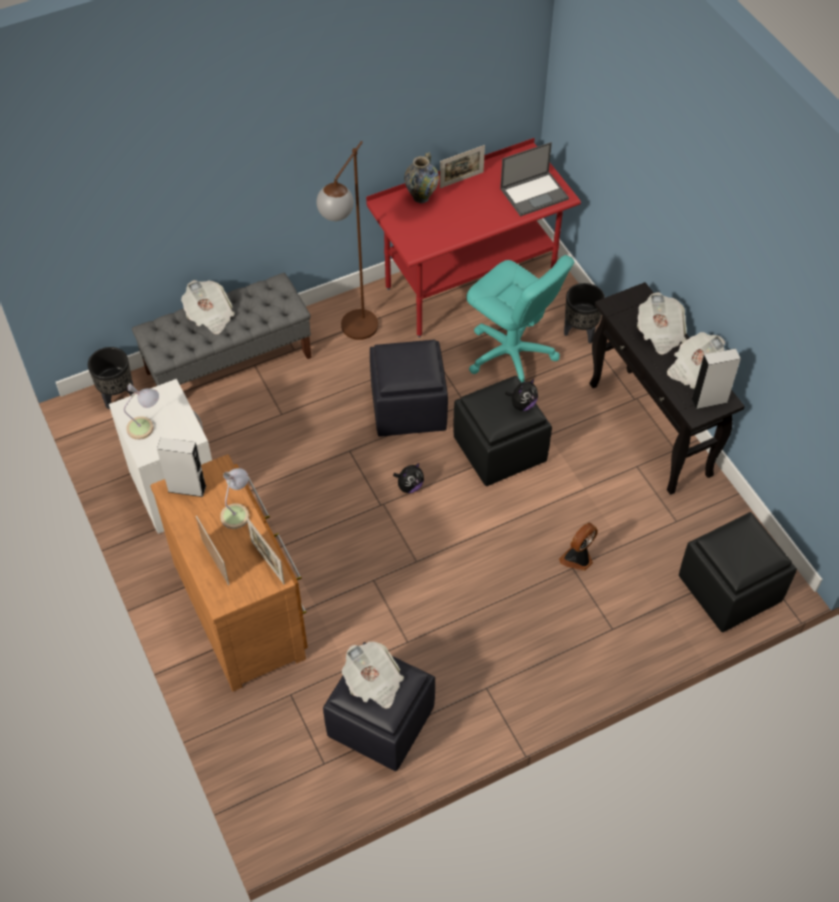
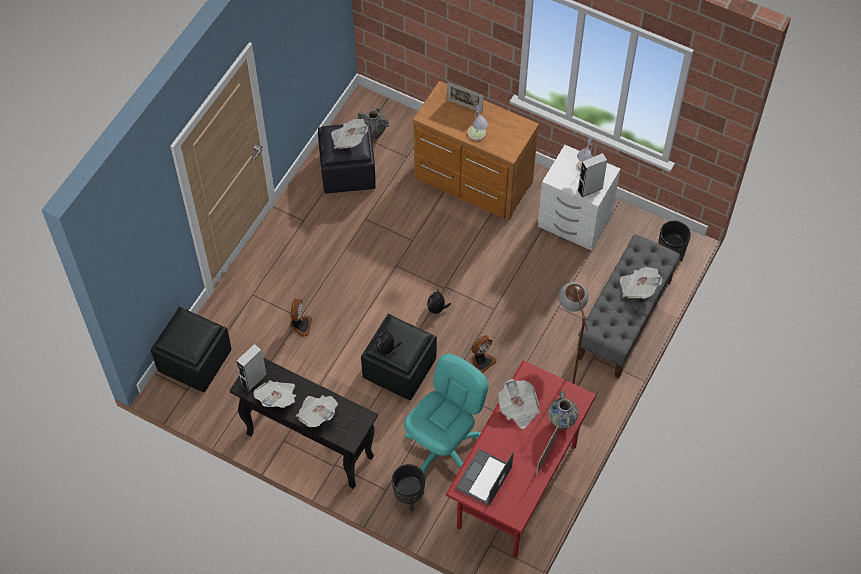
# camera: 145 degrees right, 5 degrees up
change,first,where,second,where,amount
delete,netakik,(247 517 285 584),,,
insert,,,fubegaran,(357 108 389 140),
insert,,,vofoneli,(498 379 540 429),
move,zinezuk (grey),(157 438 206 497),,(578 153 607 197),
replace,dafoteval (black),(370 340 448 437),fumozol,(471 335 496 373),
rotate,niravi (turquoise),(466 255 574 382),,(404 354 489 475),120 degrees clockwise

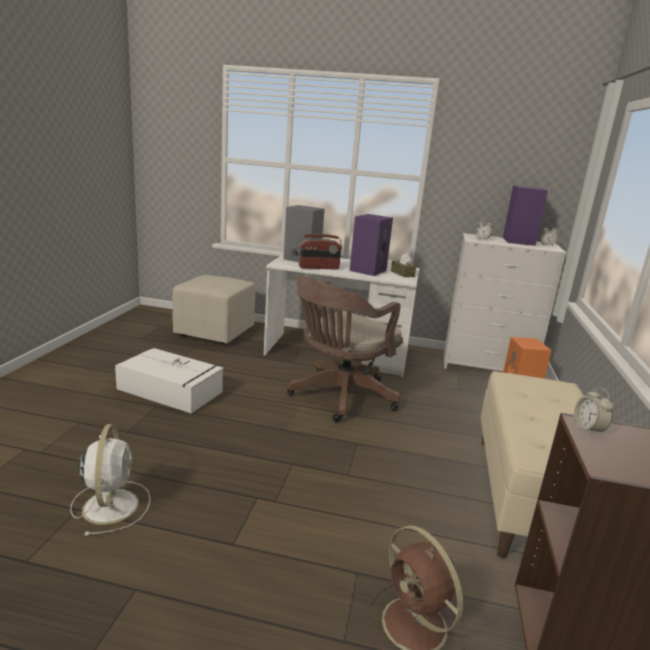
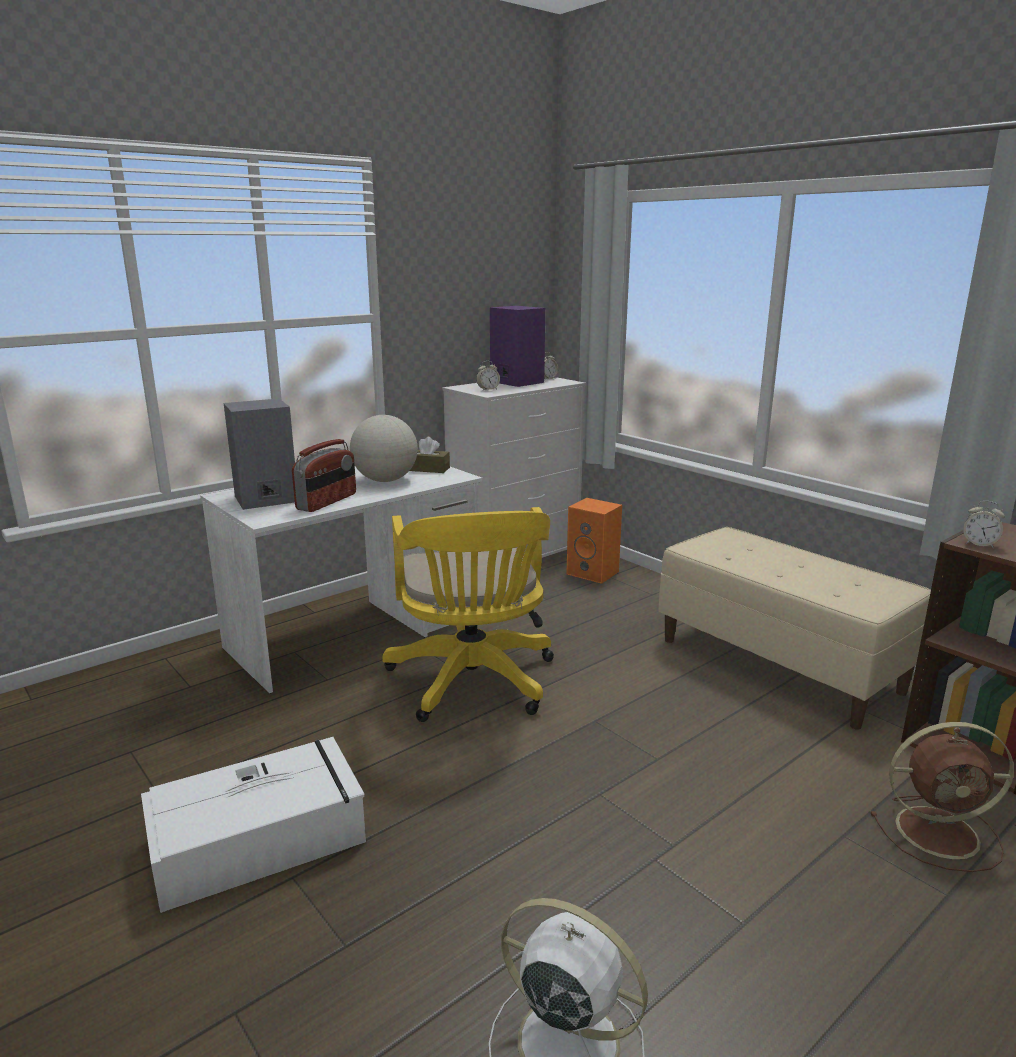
# camera: 50 degrees left, 0 degrees up
change,first,where,second,where,amount
delete,dafoteval (beige),(173 275 255 344),,,
replace,zinezuk (purple),(350 214 393 276),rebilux,(350 415 418 482),
recolor,niravi (brown),(287 276 403 422),niravi (yellow),(382 507 554 722),

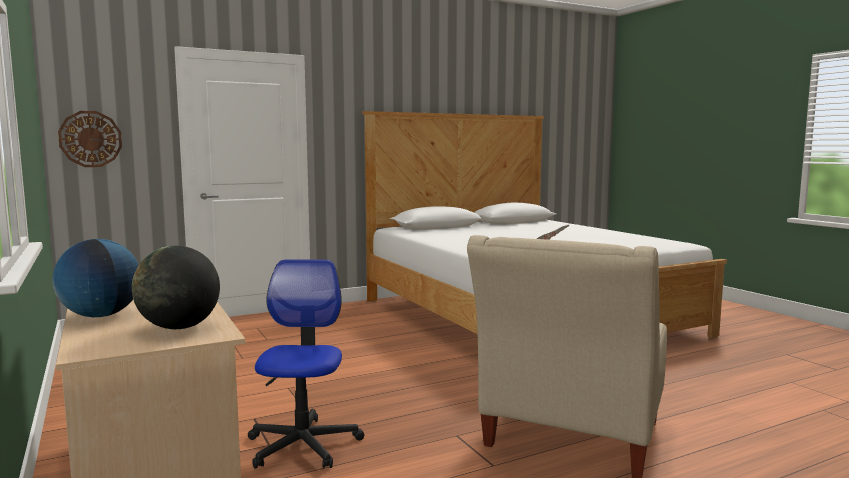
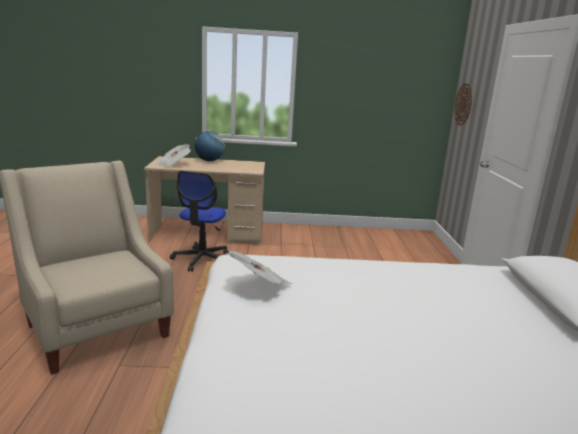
# camera: 115 degrees right, 10 degrees up
change,first,where,second,where,amount
replace,rebilux,(132 246 220 329),vofoneli,(156 144 191 166),
rotate,niravi,(248 260 364 469),,(170 171 228 272),75 degrees clockwise

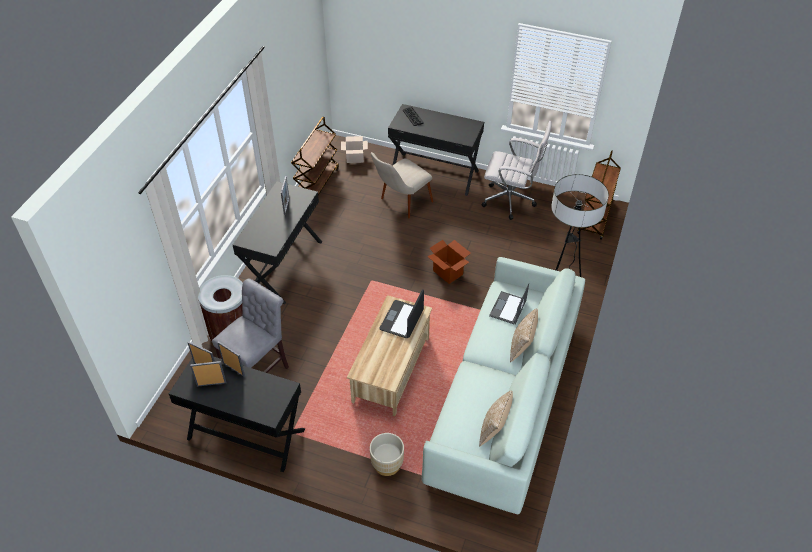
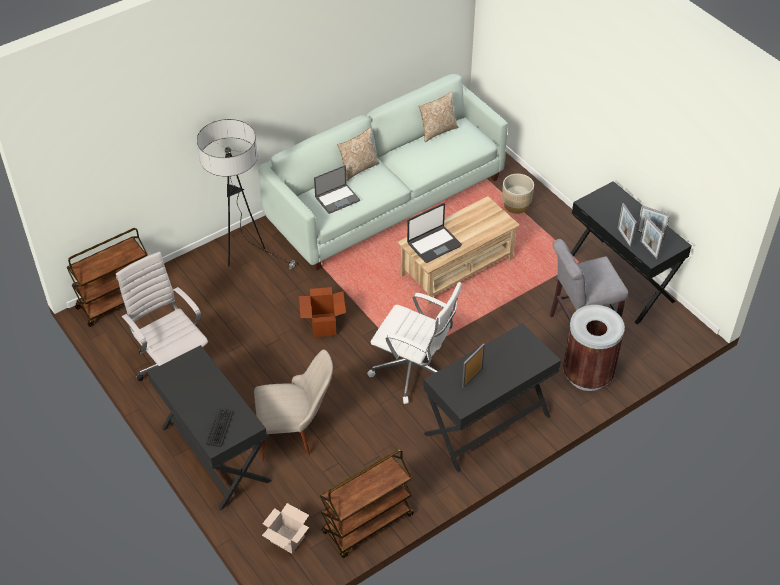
# camera: 145 degrees left, 0 degrees up
change,first,where,second,where,amount
insert,,,niravi (white),(367 282 462 404),

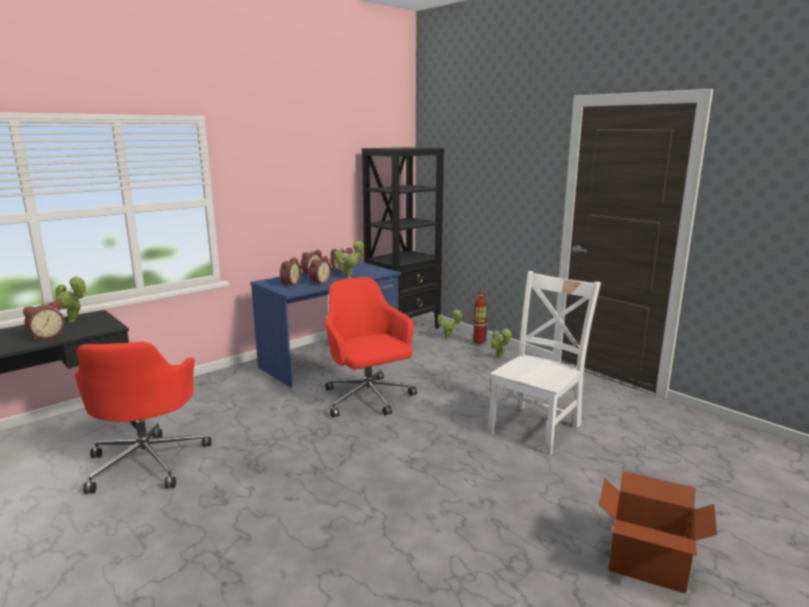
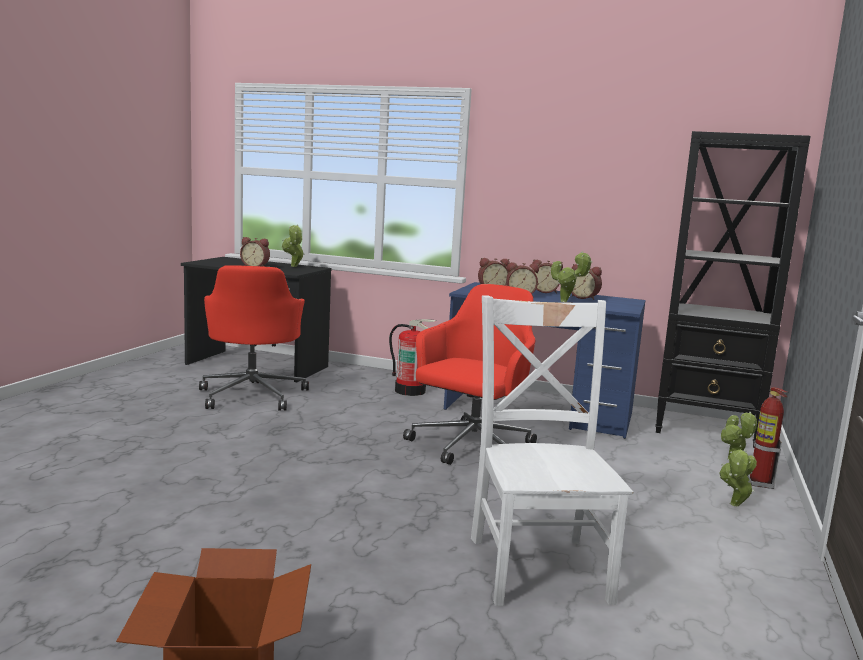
# camera: 60 degrees right, 5 degrees down
change,first,where,second,where,amount
insert,,,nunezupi,(389 319 436 396),
rotate,niravi (red),(75 341 211 494),,(199 265 309 411),60 degrees counterclockwise
rotate,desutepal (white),(488 271 601 456),,(471 295 633 606),105 degrees counterclockwise

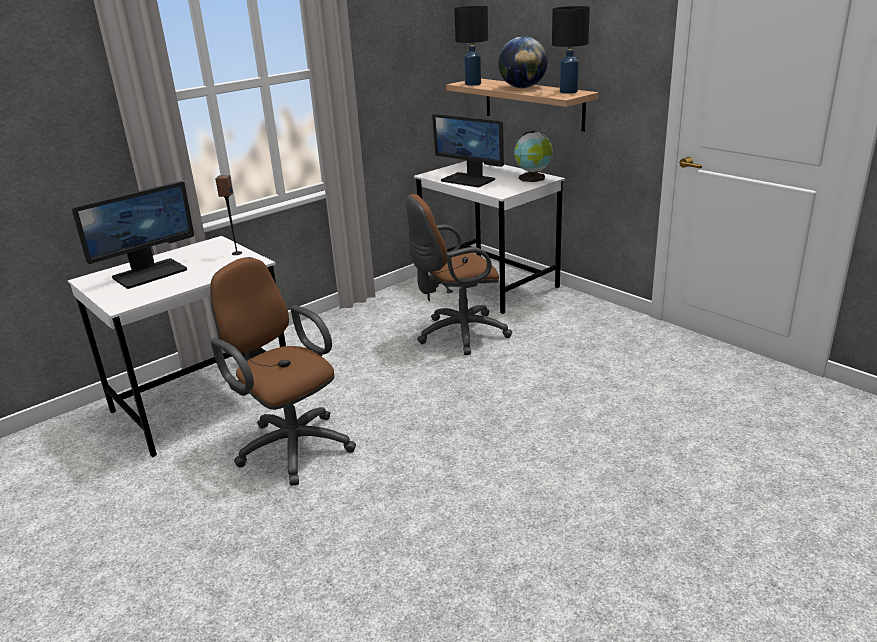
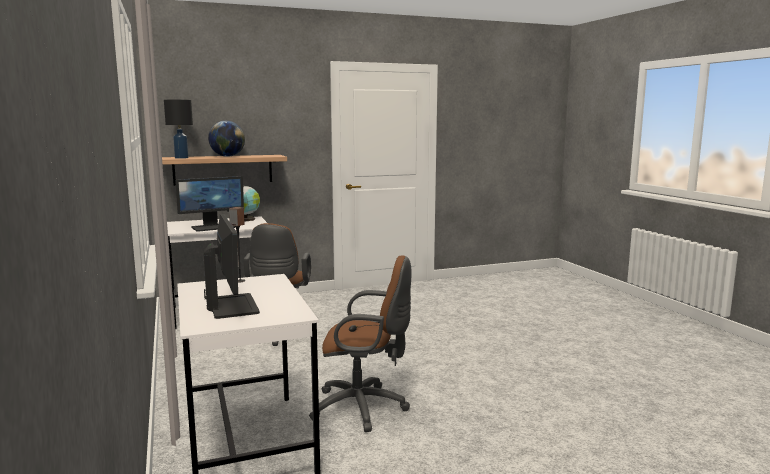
# camera: 70 degrees left, 15 degrees down
change,first,where,second,where,amount
delete,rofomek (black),(552 6 590 94),,,
rotate,niravi (brown),(210 257 356 486),,(309 255 411 432),150 degrees counterclockwise

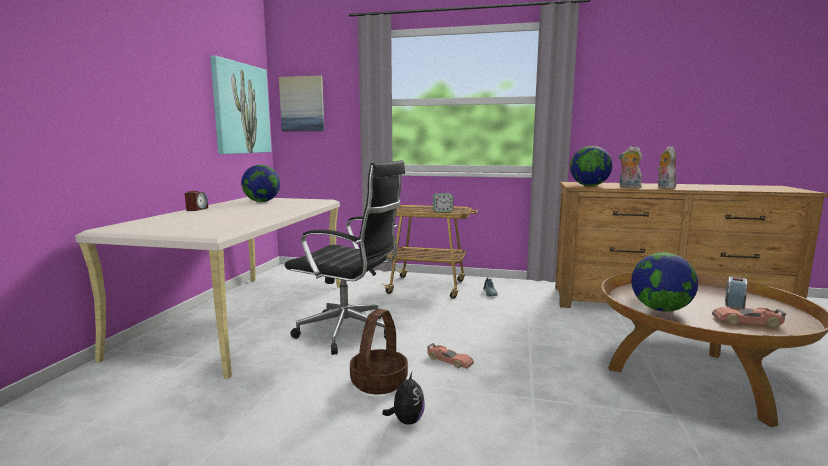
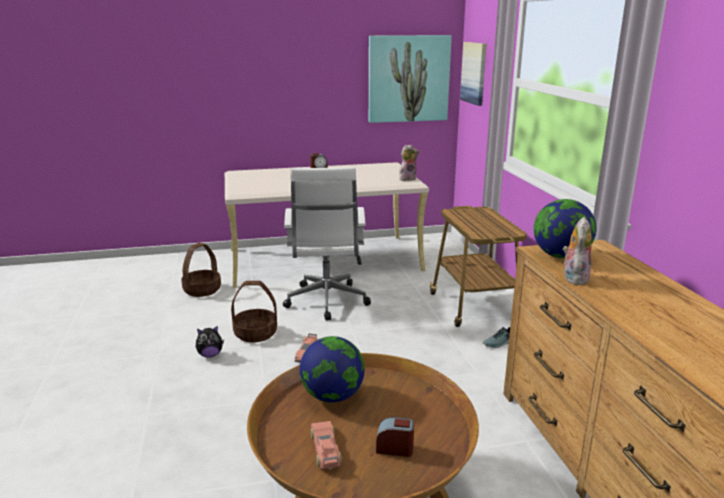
# camera: 65 degrees right, 10 degrees up
change,first,where,second,where,amount
delete,rebilux,(241 165 280 202),,,
delete,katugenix,(433 193 453 212),,,
insert,,,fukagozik,(181 243 221 297),
move,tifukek,(657 146 677 189),,(399 145 419 181),
recolor,niravi (black),(285 160 405 355),niravi (white),(283 167 371 321),

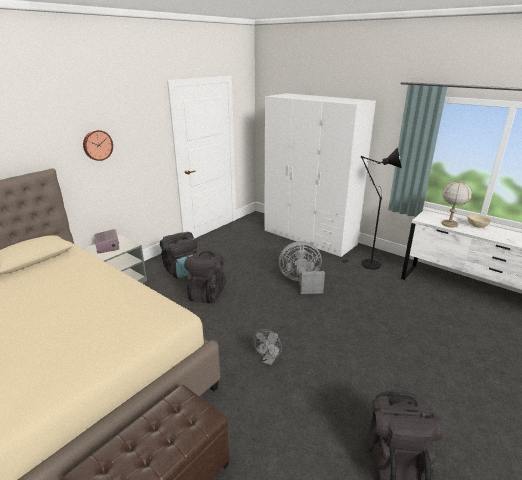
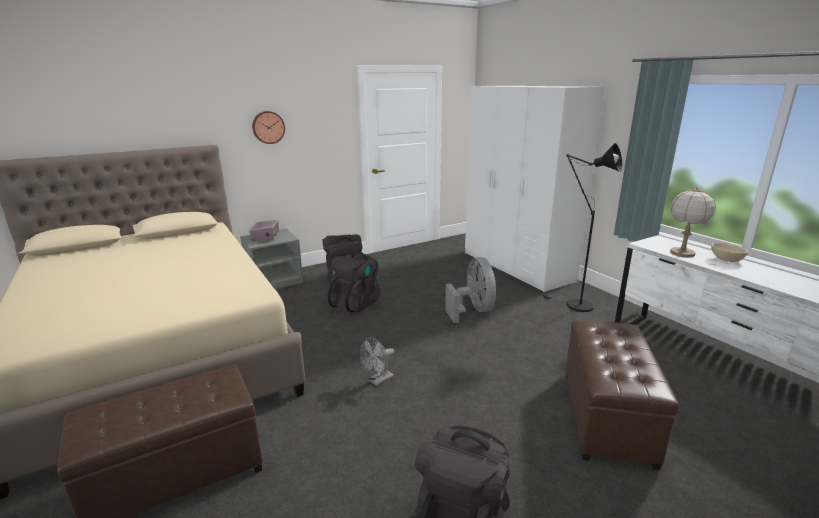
# camera: 20 degrees right, 5 degrees down
change,first,where,second,where,amount
insert,,,dafoteval (brown),(565 320 679 470),
rotate,fumozol (grey),(279 241 325 294),,(445 257 496 323),60 degrees clockwise

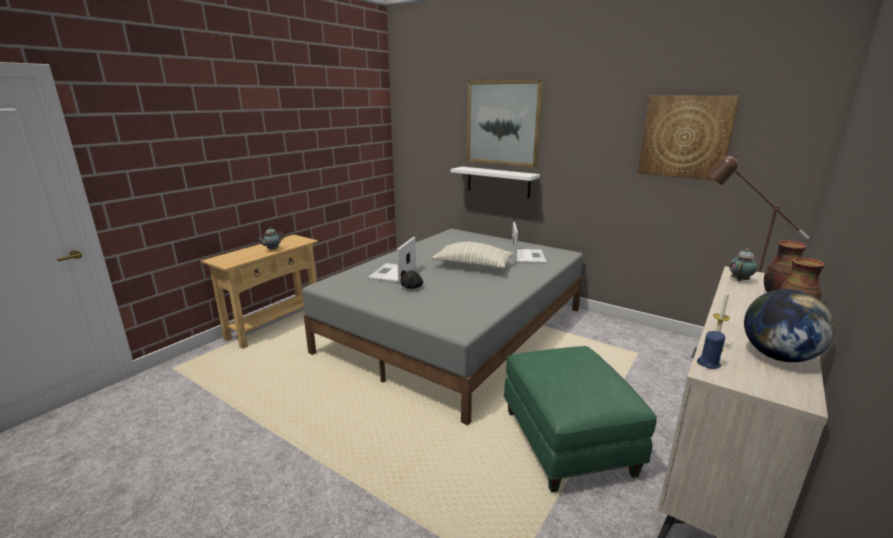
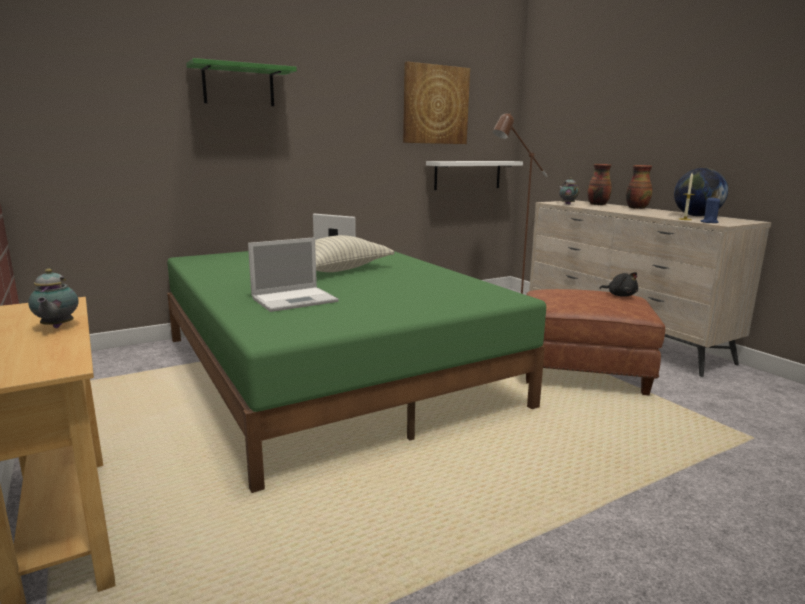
# camera: 65 degrees left, 5 degrees down
change,first,where,second,where,amount
move,tifukek (black),(400 270 423 289),,(599 272 638 297),
move,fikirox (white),(451 167 540 198),,(426 161 523 190),
replace,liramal,(467 80 543 167),fikirox (green),(186 58 297 106),
recolor,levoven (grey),(302 229 583 425),levoven (green),(167 251 546 493),
recolor,dafoteval (green),(503 346 657 493),dafoteval (brown),(526 289 666 395),
rotate,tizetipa,(368 237 416 283),,(248 237 339 312),75 degrees counterclockwise

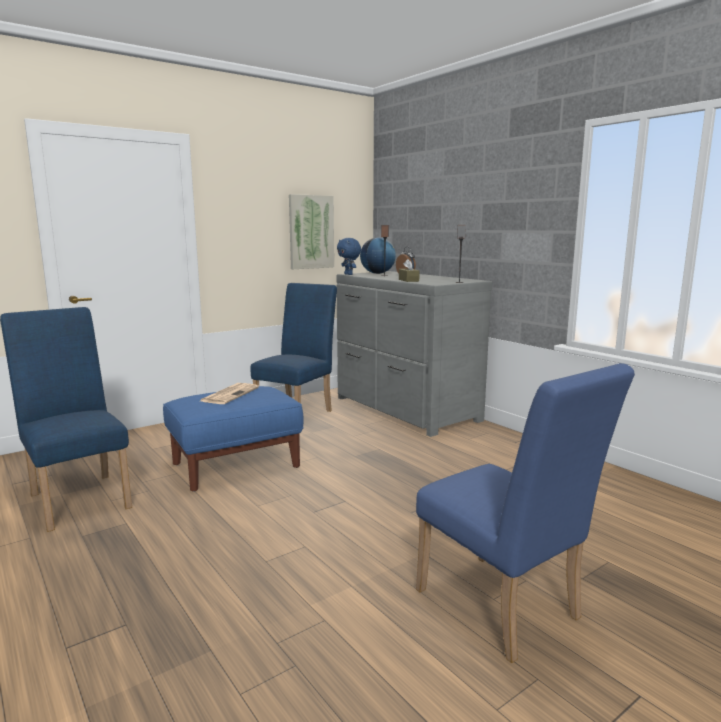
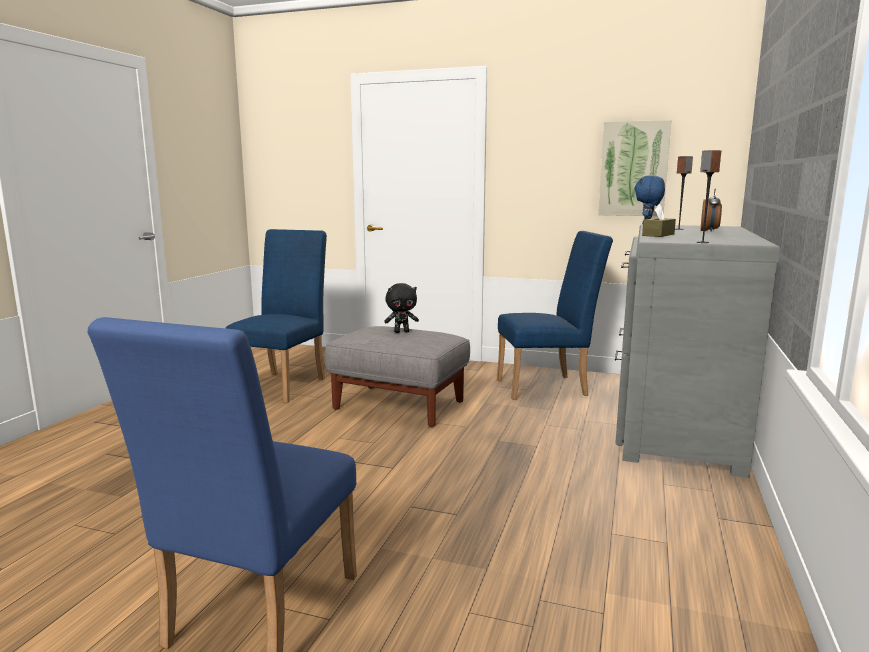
# camera: 55 degrees right, 0 degrees up
change,first,where,second,where,amount
delete,rebilux,(360 237 396 274),,,
replace,vofoneli,(201 383 259 404),tifukek (black),(384 283 419 333),
recolor,dafoteval (blue),(163 386 304 492),dafoteval (grey),(325 326 470 427),

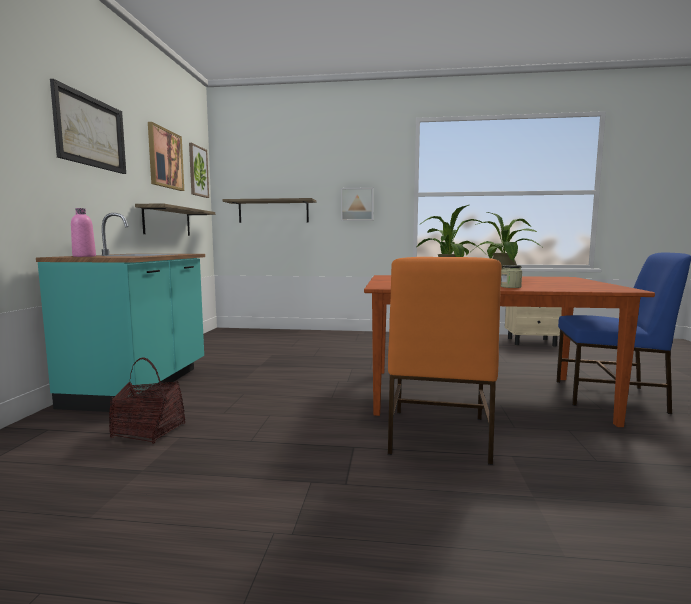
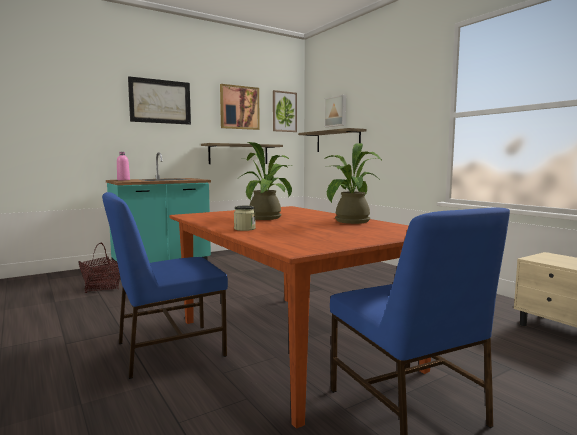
# camera: 50 degrees right, 0 degrees up
change,first,where,second,where,amount
move,liramal,(341 187 374 221),,(324 95 346 127),
recolor,desutepal (orange),(388 257 501 465),desutepal (blue),(102 192 228 379),

